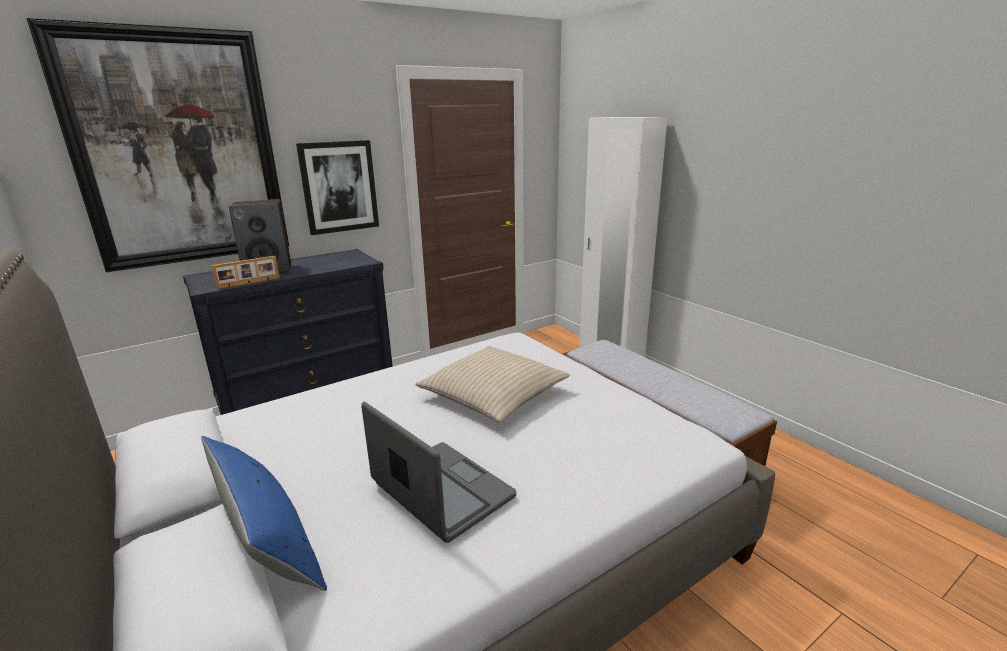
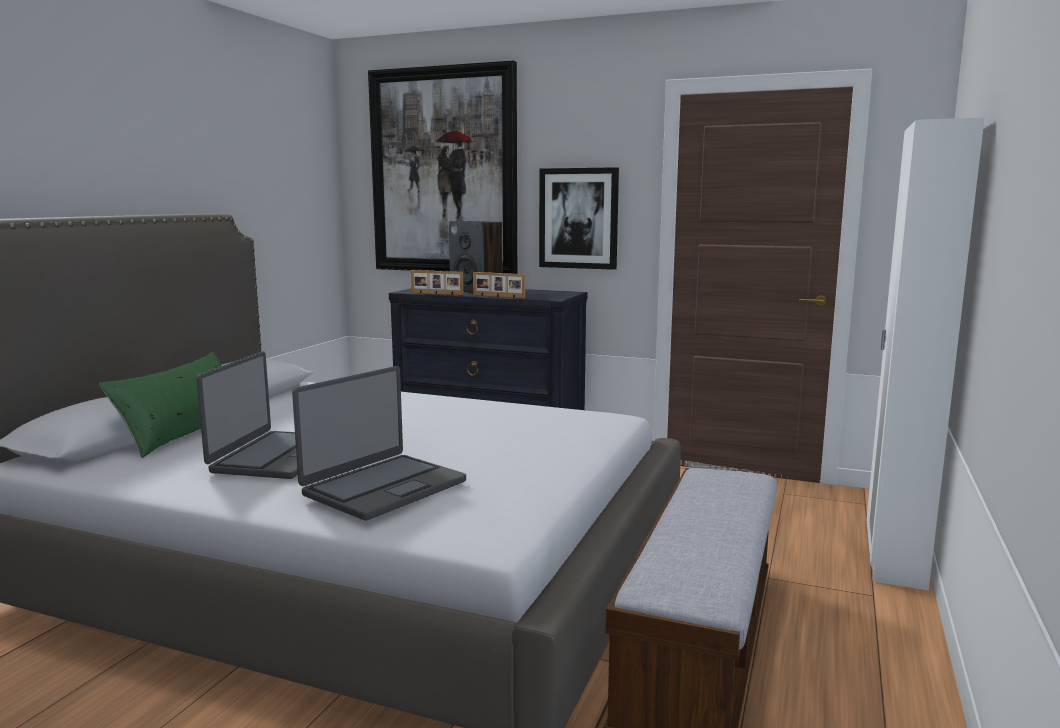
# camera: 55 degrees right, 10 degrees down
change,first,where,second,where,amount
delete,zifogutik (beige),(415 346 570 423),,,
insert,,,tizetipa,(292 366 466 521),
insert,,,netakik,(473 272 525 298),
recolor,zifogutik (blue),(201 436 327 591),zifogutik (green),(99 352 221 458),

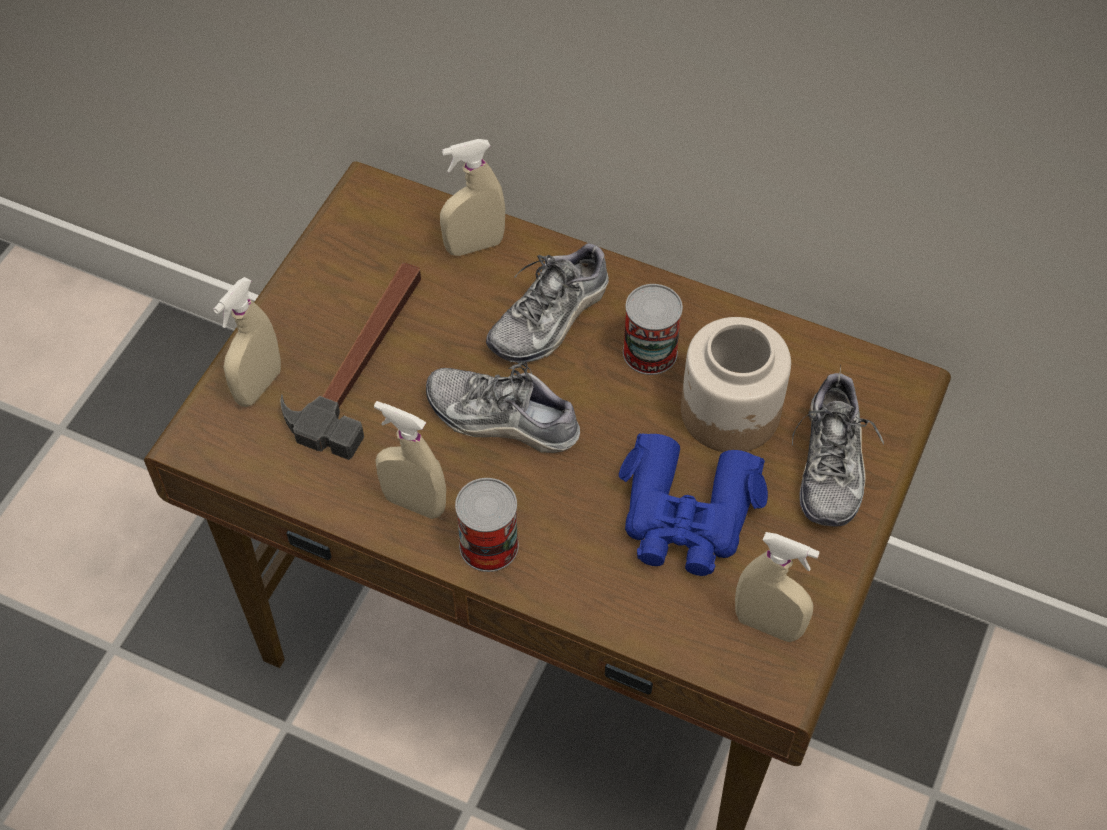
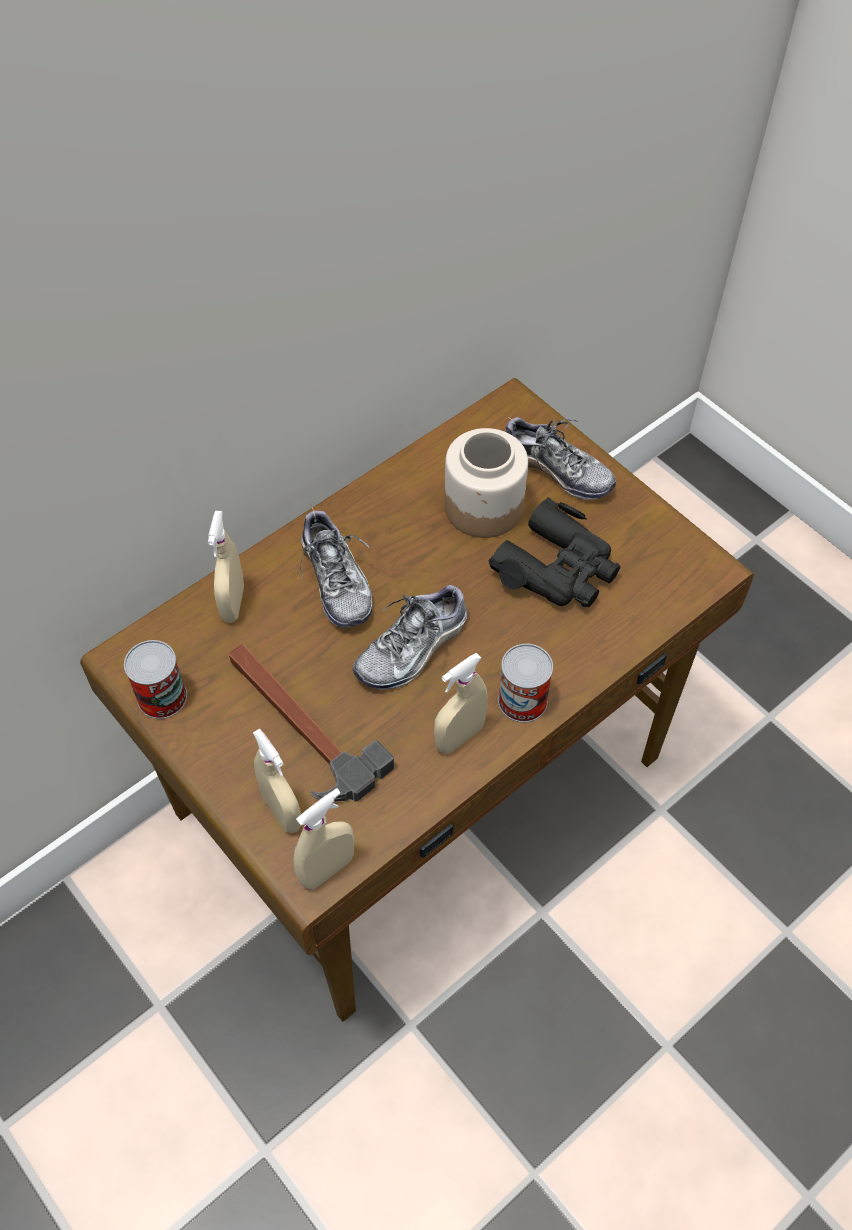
# camera: 65 degrees left, 0 degrees up
change,first,where,second,where,amount
move,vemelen,(623 284 683 375),,(124 640 187 719),
move,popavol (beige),(735 532 820 642),,(293 788 354 890),
recolor,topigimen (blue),(619 433 768 576),topigimen (black),(488 497 621 607),

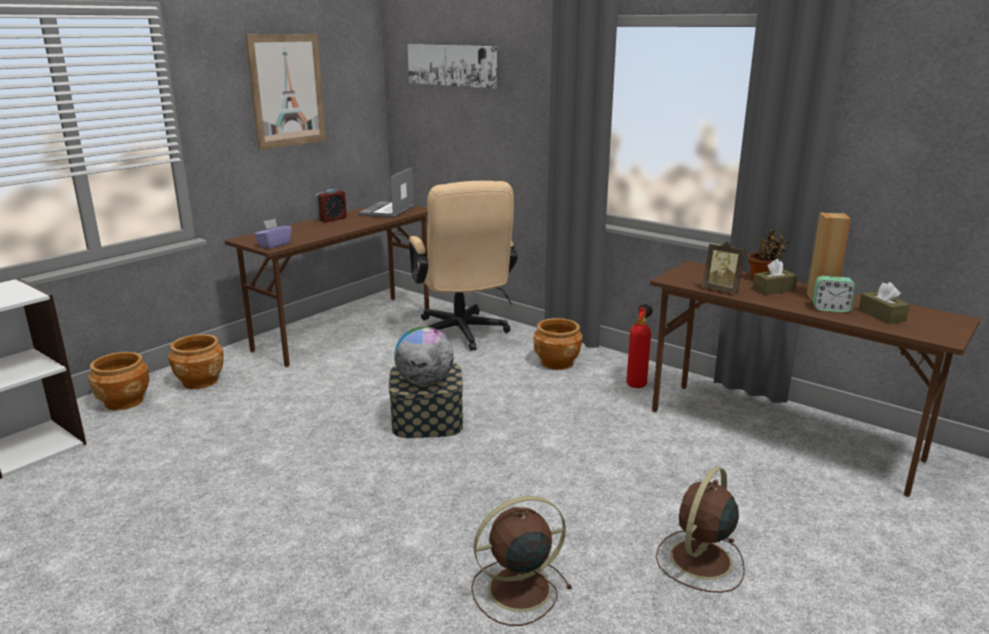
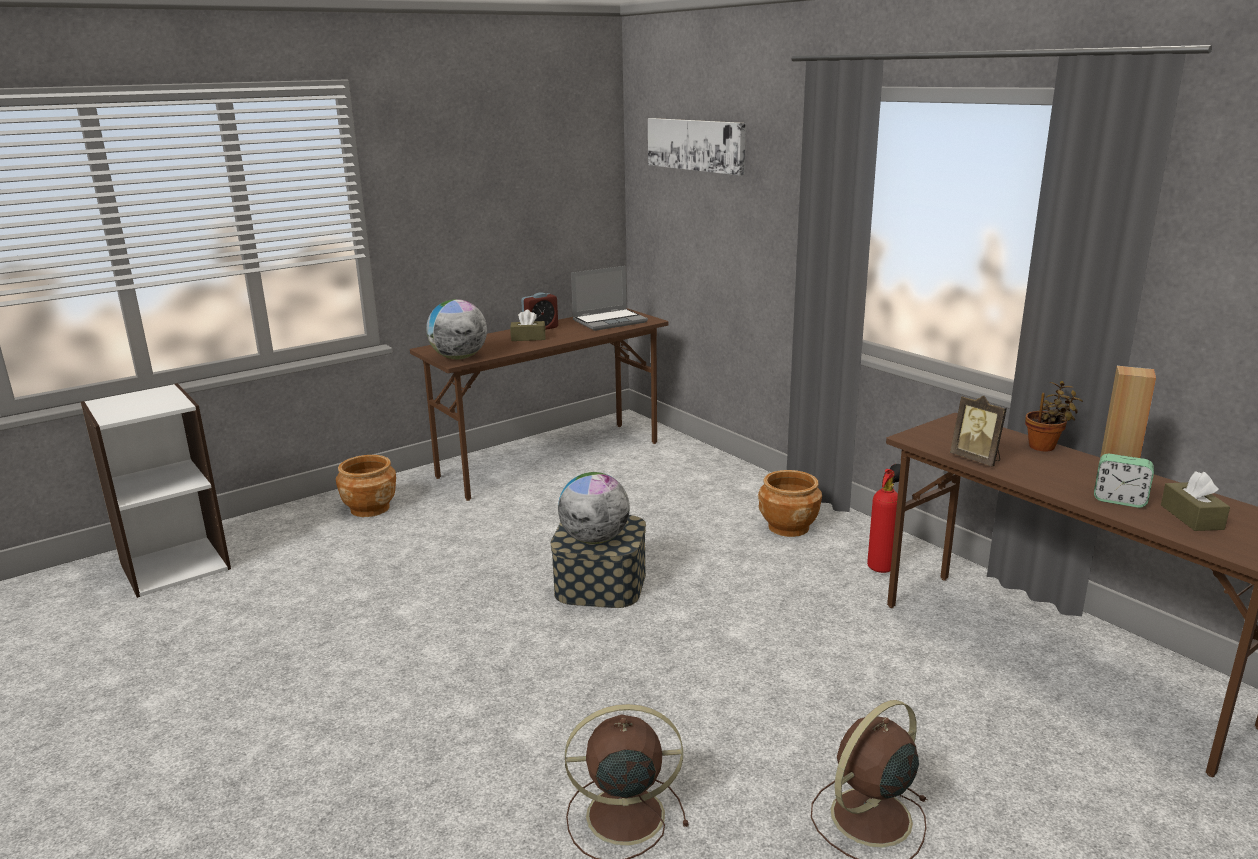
# camera: 15 degrees right, 0 degrees up
change,first,where,second,where,amount
delete,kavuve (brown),(88 352 150 410),,,
delete,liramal,(245 34 326 150),,,
delete,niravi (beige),(409 181 518 351),,,
move,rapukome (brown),(752 259 798 295),,(510 310 546 341),
replace,rapukome (purple),(254 219 292 249),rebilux,(426 299 487 359),
rotate,tizetipa,(358 167 414 218),,(571 266 648 331),150 degrees counterclockwise

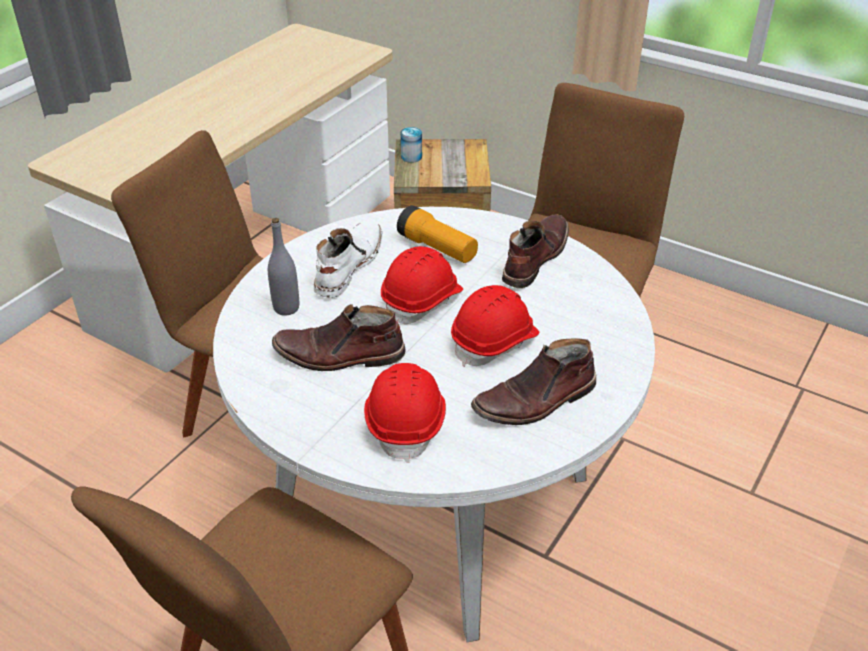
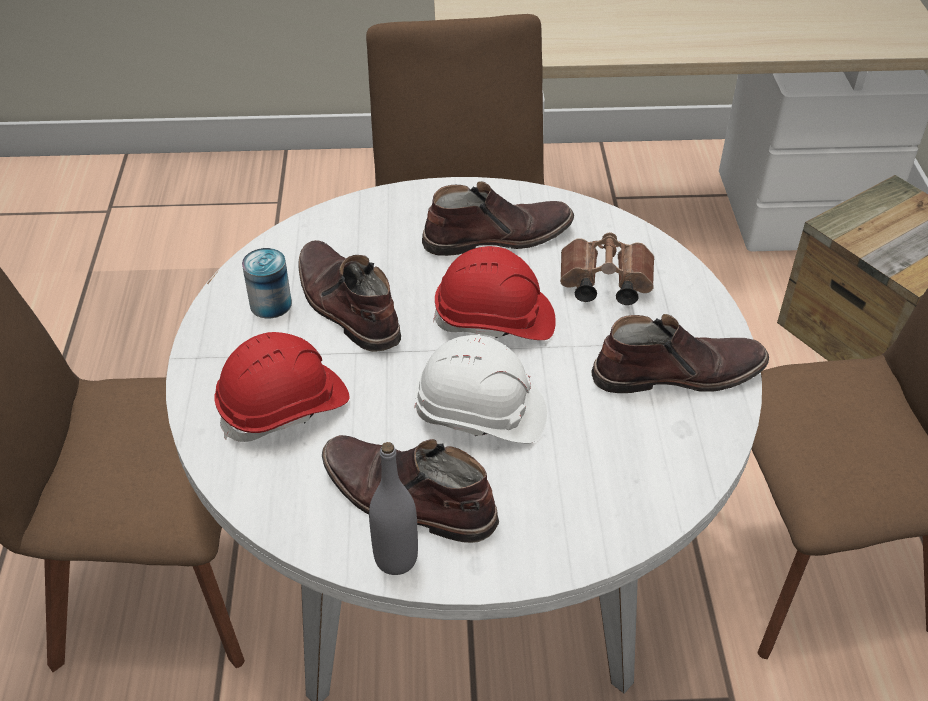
# camera: 55 degrees right, 5 degrees up
change,first,where,second,where,amount
move,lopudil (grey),(268 218 299 316),,(369 442 418 575),
move,vemelen,(401 127 422 163),,(242 248 292 318),
replace,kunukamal,(397 205 478 263),topigimen (brown),(560 232 654 305),
recolor,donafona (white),(314 220 382 298),donafona (brown),(422 181 574 256),
recolor,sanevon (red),(451 285 539 367),sanevon (white),(414 335 547 443),

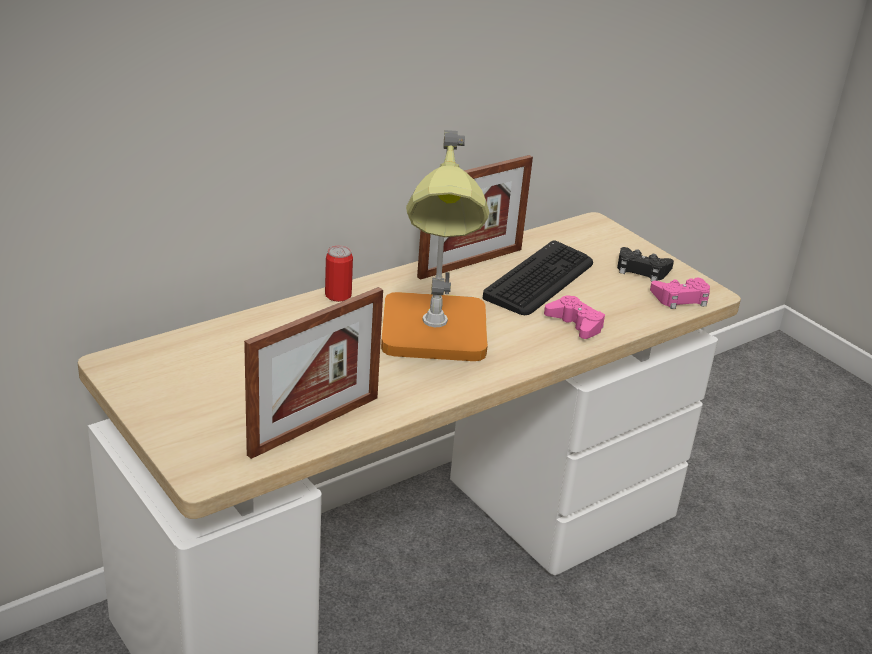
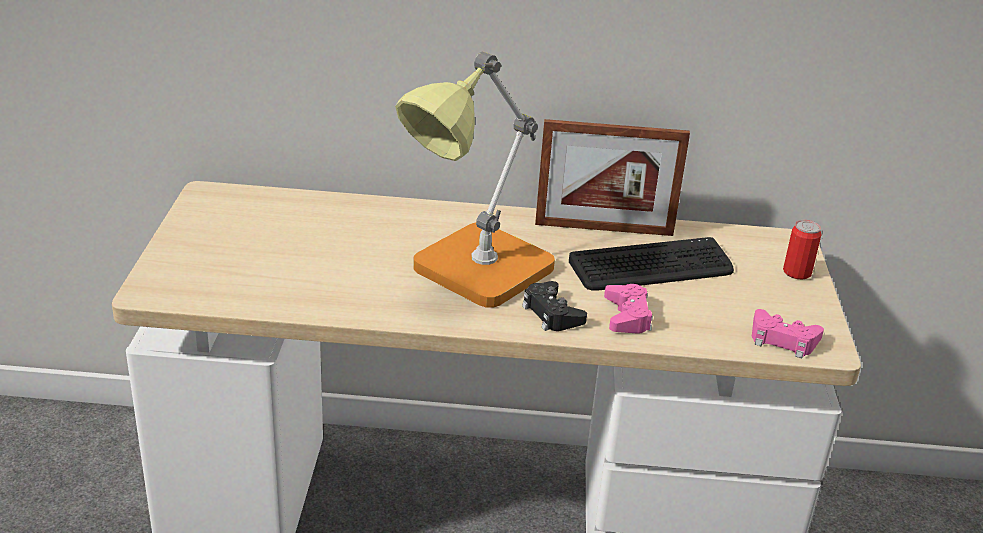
# camera: 40 degrees right, 0 degrees up
change,first,where,second,where,amount
delete,netakik,(244 287 383 459),,,
move,vemelen,(325 245 353 302),,(783 220 822 279),
move,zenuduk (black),(617 247 674 281),,(522 281 587 331),

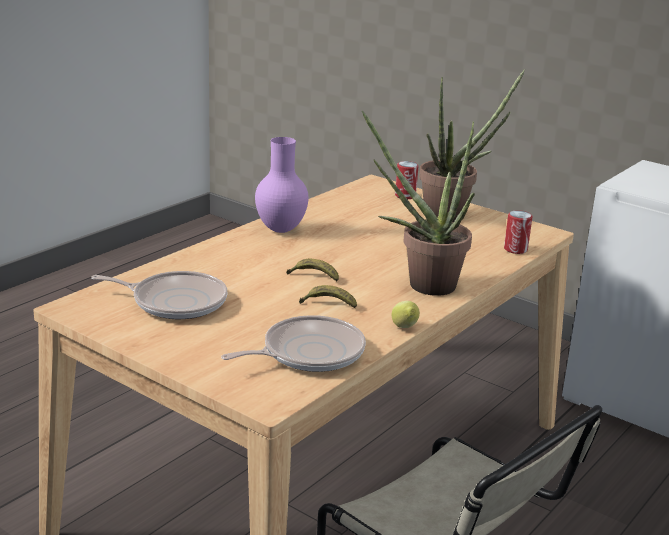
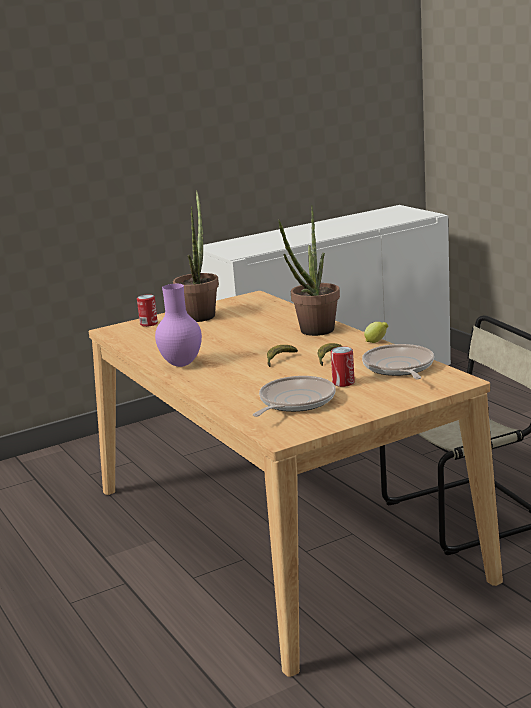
# camera: 65 degrees left, 5 degrees down
change,first,where,second,where,amount
move,vemelen,(504 210 533 254),,(331 346 355 387),

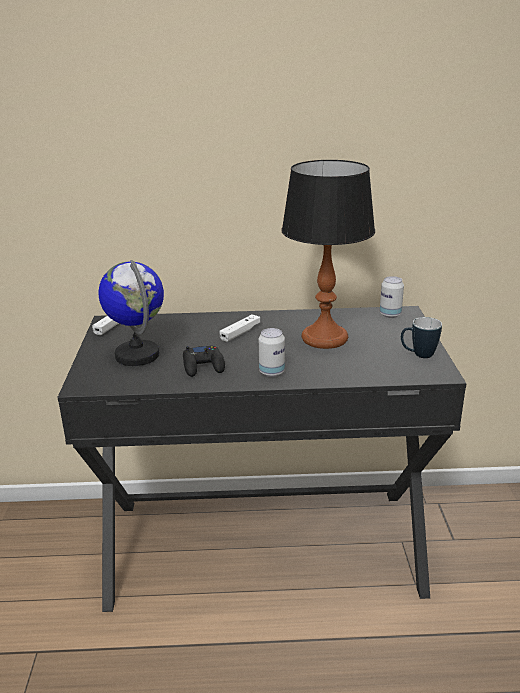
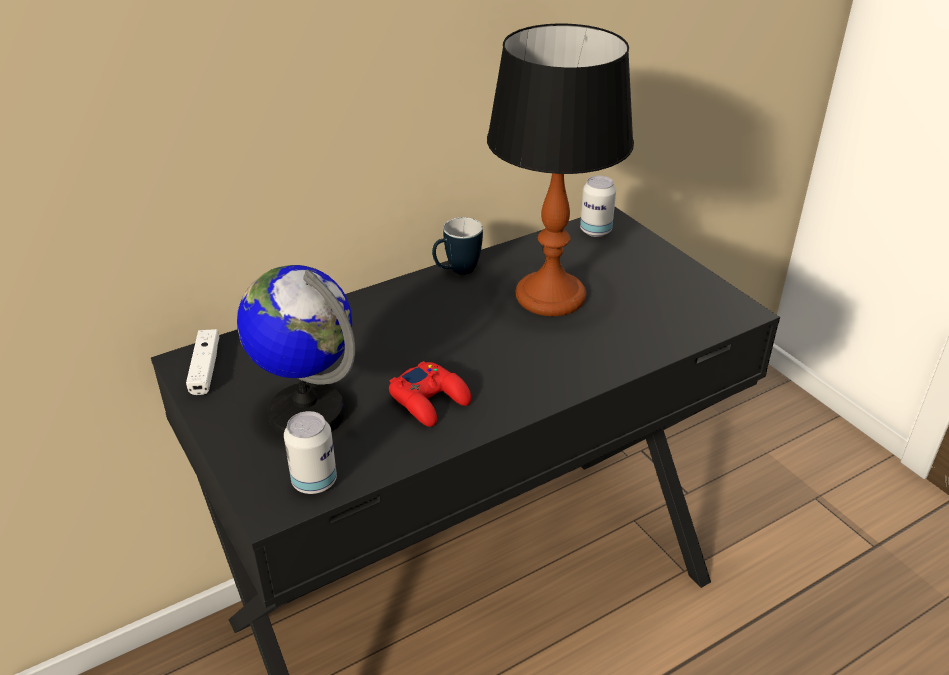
# camera: 30 degrees left, 10 degrees up
change,first,where,second,where,amount
delete,zenuduk (white),(219 314 261 342),,,
move,vemelen,(259 328 285 377),,(284 411 337 494),
move,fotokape,(401 317 442 358),,(432 217 483 275),
recolor,zenuduk (black),(183 345 225 377),zenuduk (red),(389 361 471 427),

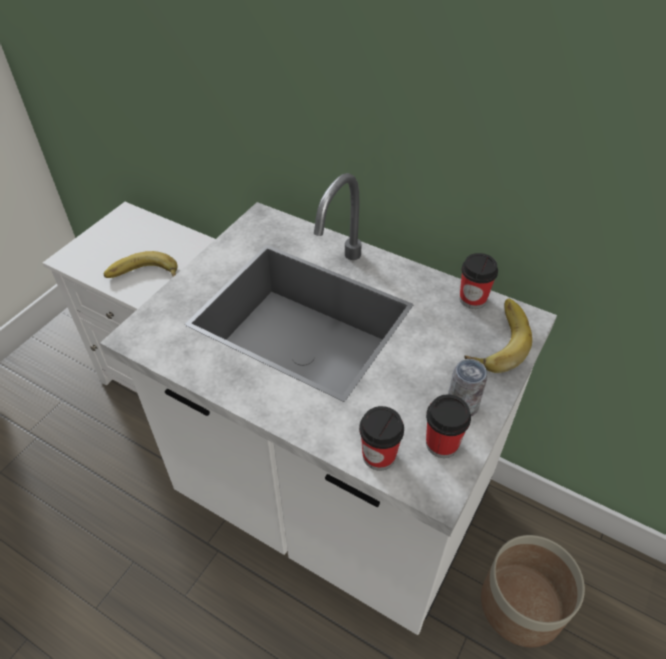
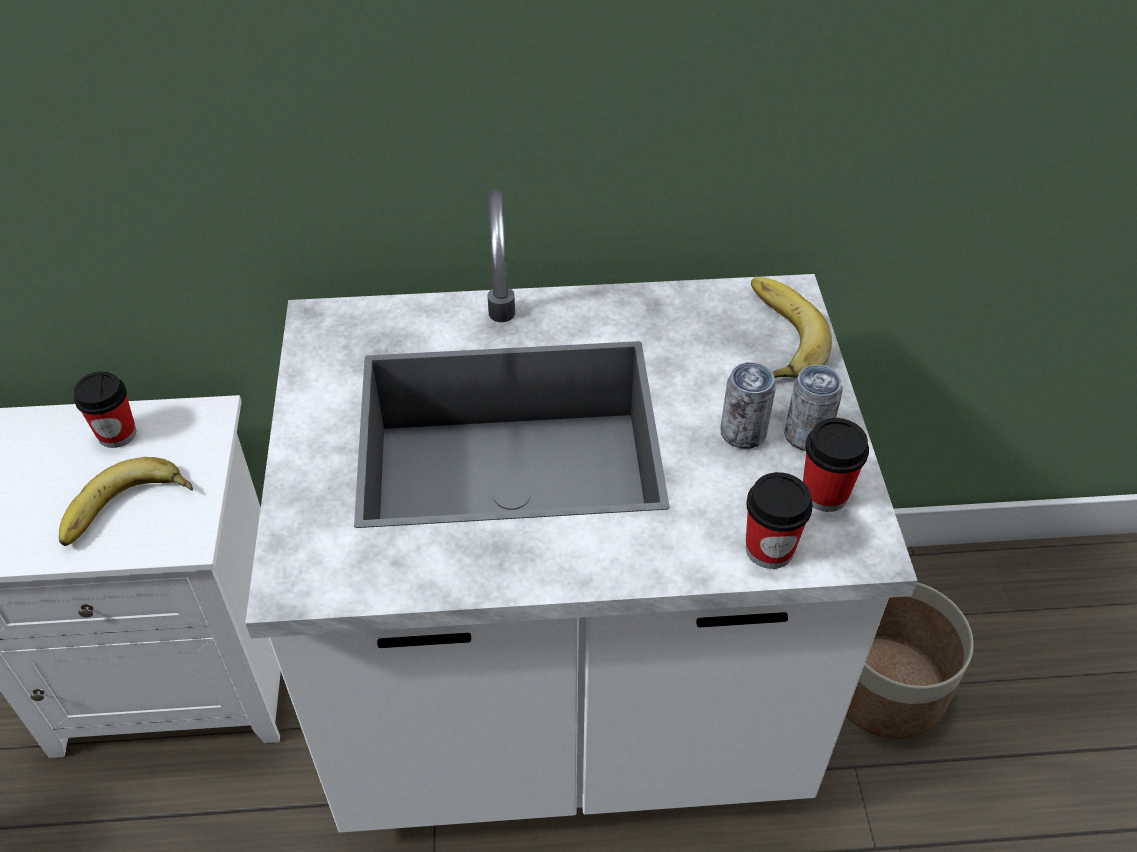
# camera: 35 degrees left, 0 degrees up
change,first,where,second,where,amount
insert,,,vemelen,(720 362 776 449),
move,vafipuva,(460 253 498 309),,(74 371 136 448),

